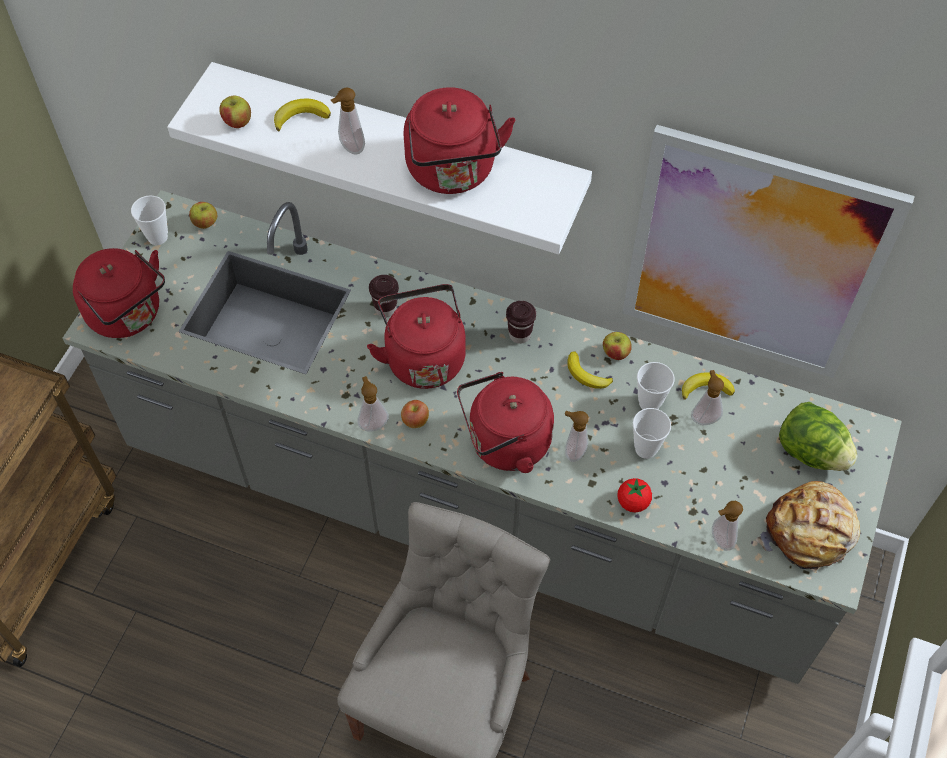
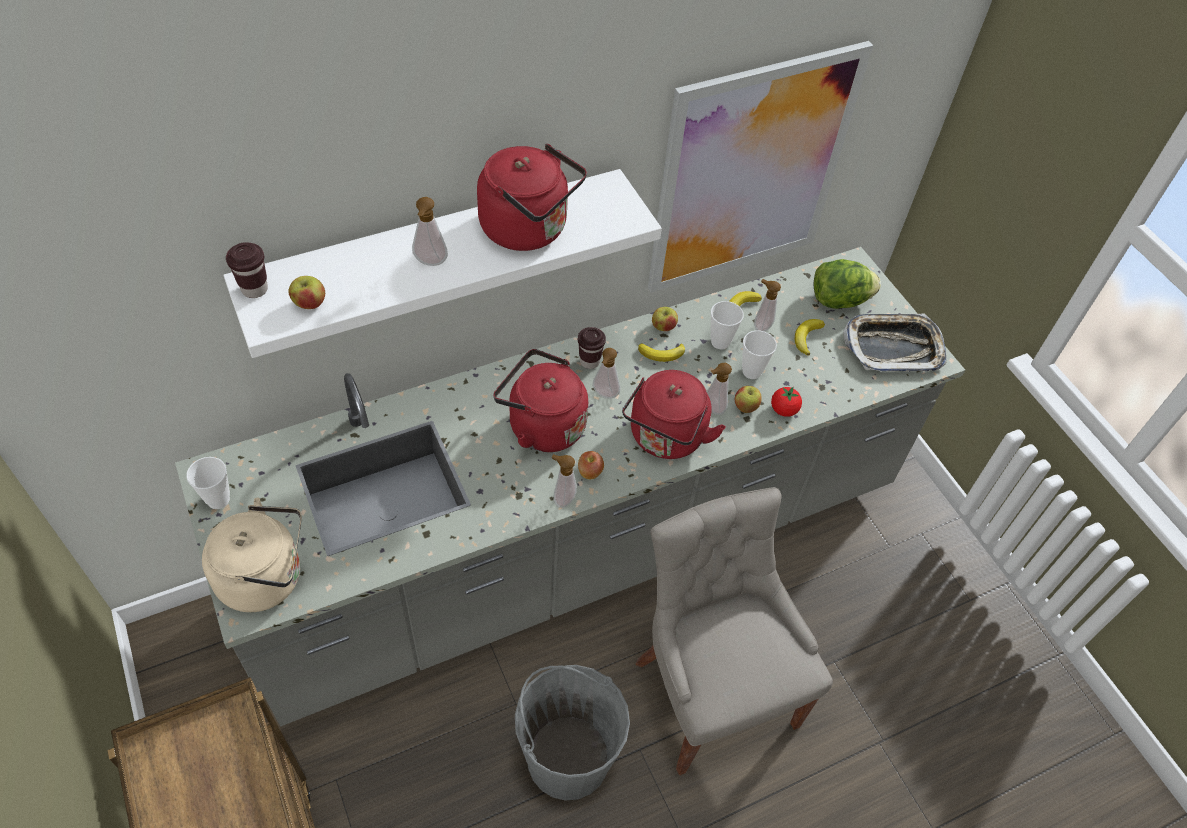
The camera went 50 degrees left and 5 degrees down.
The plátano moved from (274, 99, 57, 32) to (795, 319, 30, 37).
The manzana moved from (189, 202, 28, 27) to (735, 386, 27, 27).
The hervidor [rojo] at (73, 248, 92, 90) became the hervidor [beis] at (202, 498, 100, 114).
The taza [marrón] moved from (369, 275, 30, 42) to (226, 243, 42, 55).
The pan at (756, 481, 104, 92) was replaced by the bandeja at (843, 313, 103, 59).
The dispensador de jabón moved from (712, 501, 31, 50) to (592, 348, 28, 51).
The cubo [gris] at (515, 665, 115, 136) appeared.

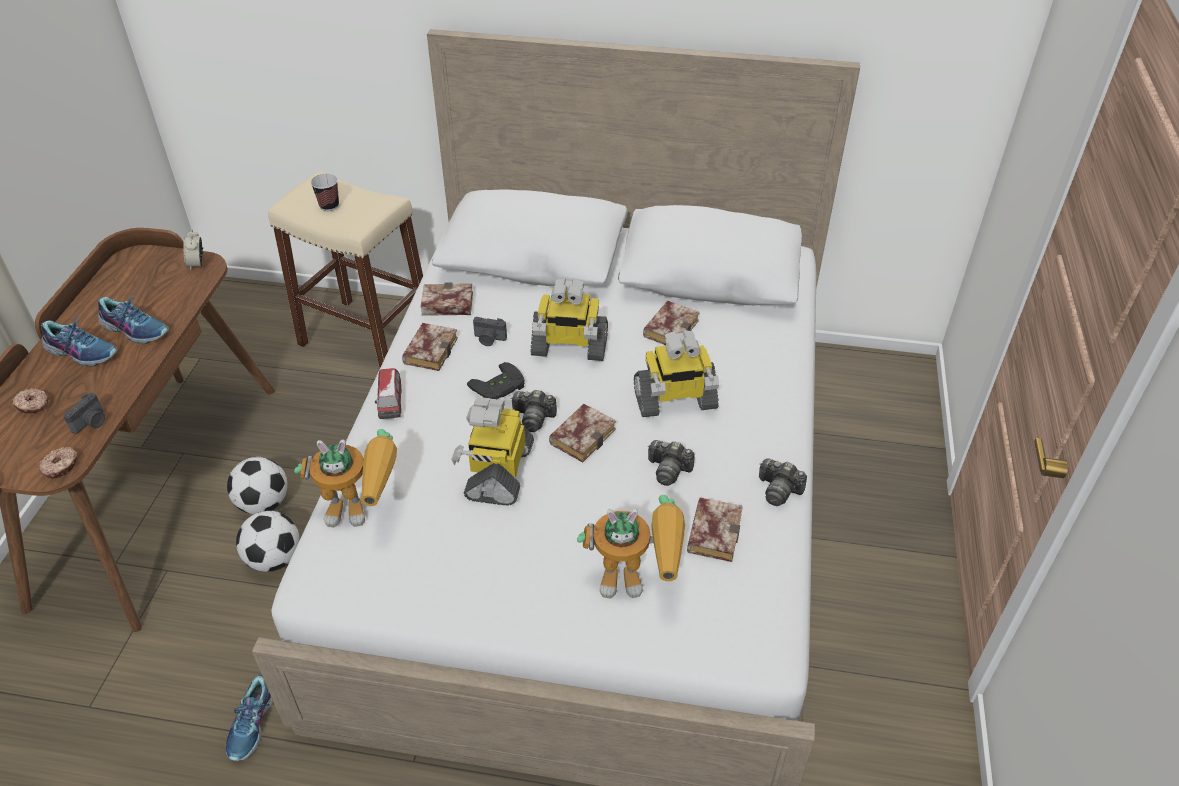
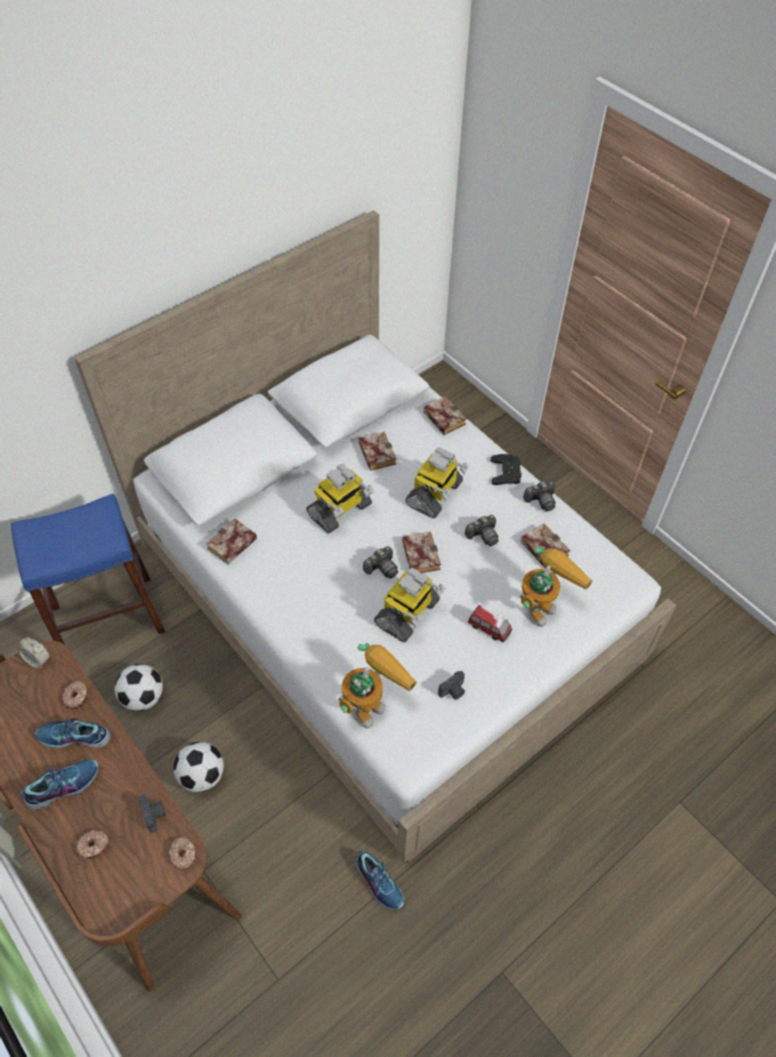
The camera went 50 degrees left and 10 degrees up.
The taburete [beis] at (268, 171, 155, 197) became the taburete [azul] at (11, 494, 154, 152).
The taza at (311, 174, 28, 37) disappeared.
The zapato at (97, 292, 72, 52) turned 150 degrees counterclockwise.
The cámara moved from (473, 317, 34, 29) to (438, 671, 27, 29).
The libro moved from (402, 323, 56, 48) to (423, 396, 43, 39).
The mando de consola [negro] moved from (467, 362, 58, 37) to (491, 454, 31, 31).
The coche de juguete moved from (375, 368, 27, 51) to (468, 605, 44, 37).
The robot de juguete at (451, 397, 83, 109) turned 105 degrees counterclockwise.
The balón de fútbol moved from (236, 511, 64, 61) to (115, 664, 48, 47).
The rosquilla at (62, 681, 26, 28) appeared.

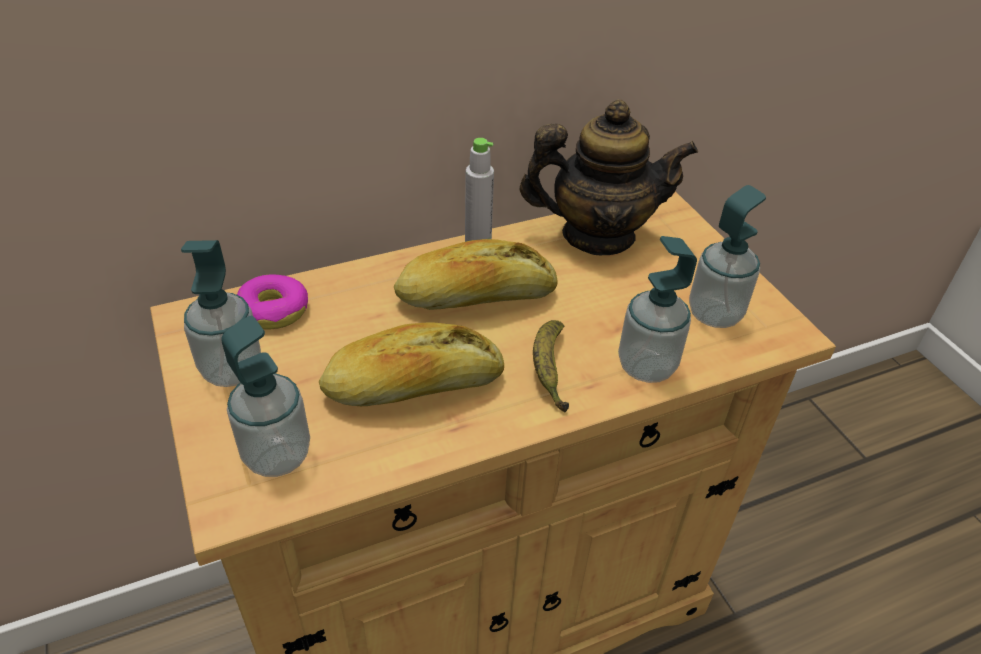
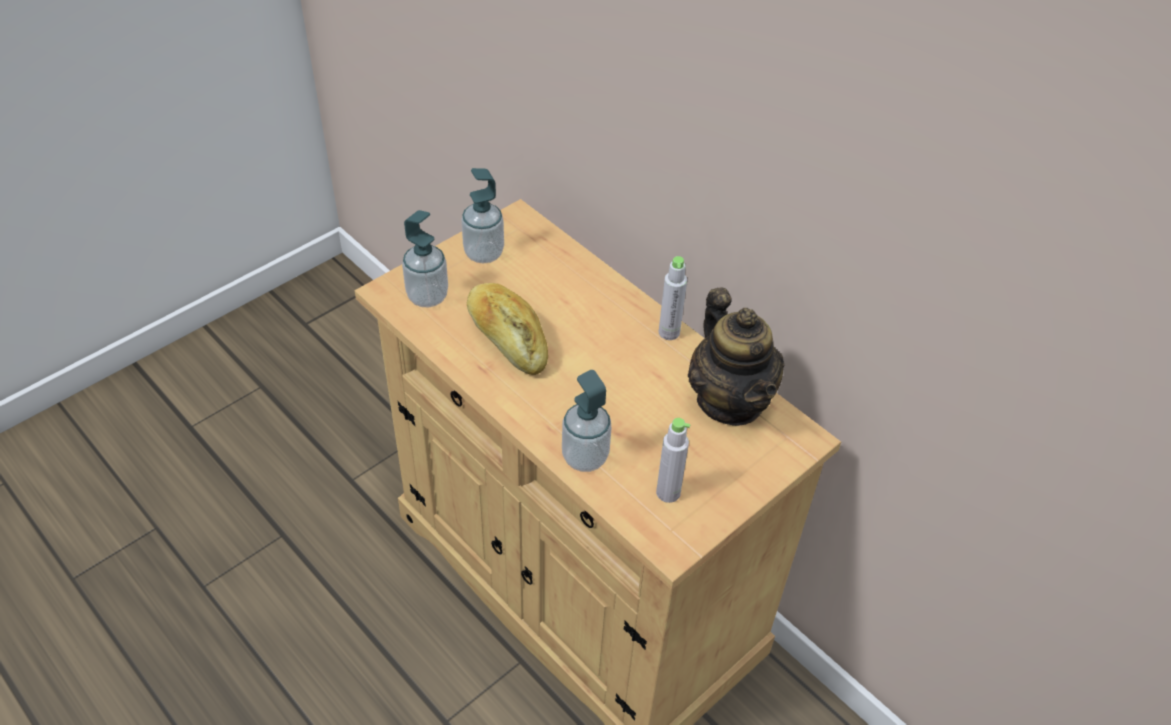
The camera went 70 degrees right and 5 degrees up.
The dispensador de jabón at (689, 185, 77, 143) was replaced by the botella [gris] at (656, 418, 34, 85).
The pan at (394, 239, 164, 71) disappeared.
The rosquilla at (237, 274, 71, 55) disappeared.
The plátano at (533, 320, 36, 93) disappeared.

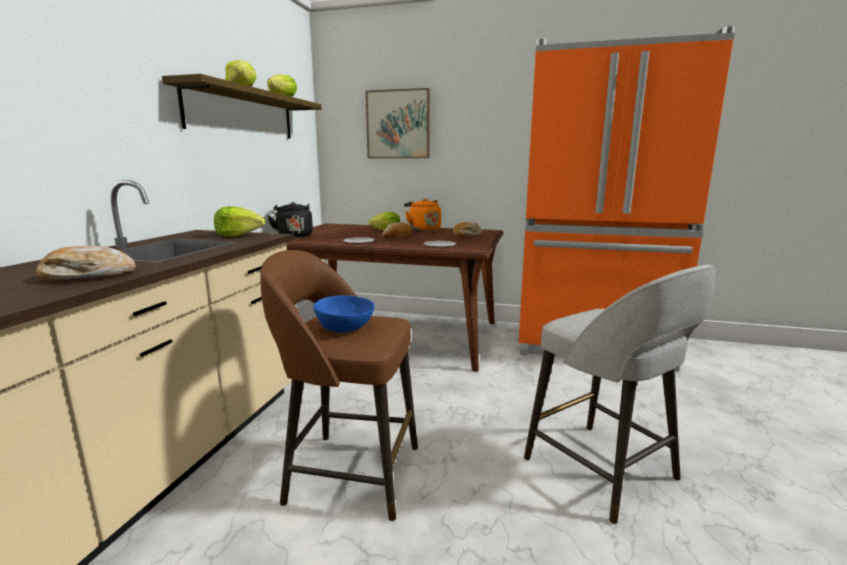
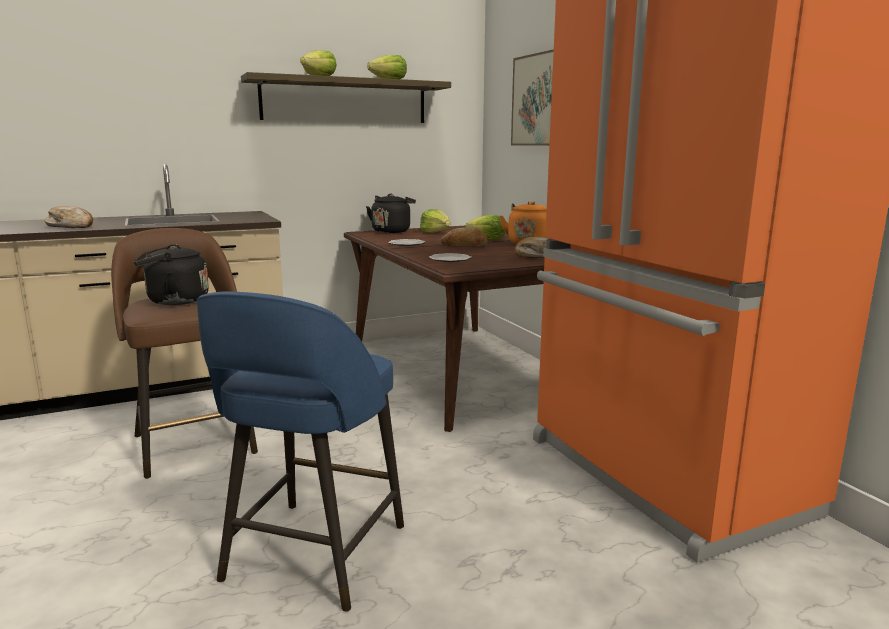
The camera went 50 degrees right and 0 degrees up.
The lechuga moved from (214, 207, 51, 29) to (420, 209, 30, 24).
The taburete [gris] at (524, 264, 192, 260) became the taburete [azul] at (196, 291, 208, 321).
The cuenco [azul] at (313, 295, 62, 38) was replaced by the hervidor [negro] at (133, 244, 76, 61).

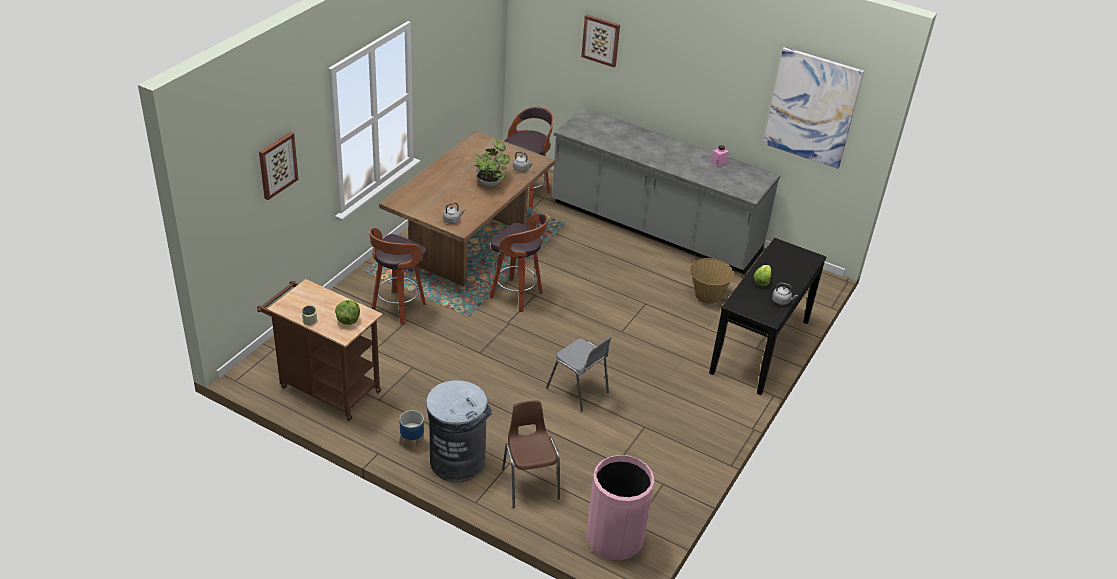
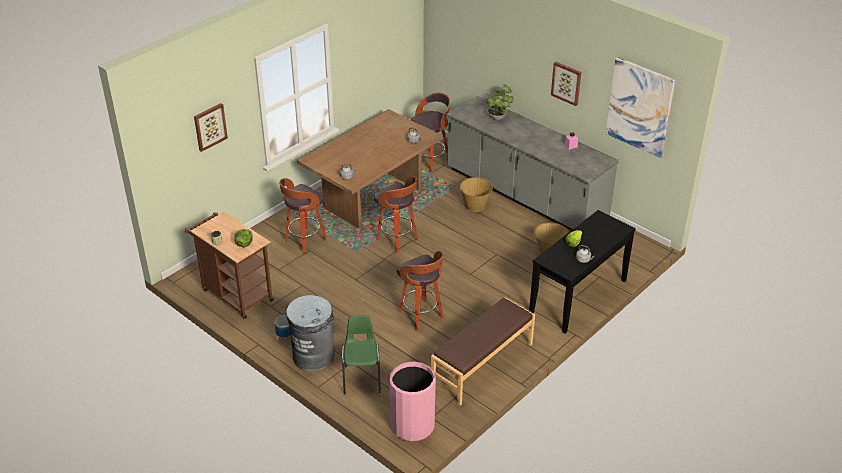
The camera went 15 degrees right and 0 degrees up.
The cuadro moved from (581, 15, 39, 52) to (551, 62, 31, 44).
The planta en maceta moved from (474, 139, 36, 48) to (485, 84, 29, 36).
The silla [gris] at (546, 337, 66, 75) was replaced by the taburete at (397, 251, 46, 79).
The silla [marrón] at (502, 401, 58, 107) became the silla [verde] at (342, 315, 39, 80).
The cesta at (460, 177, 33, 35) appeared.
The banco [marrón] at (431, 297, 104, 109) appeared.

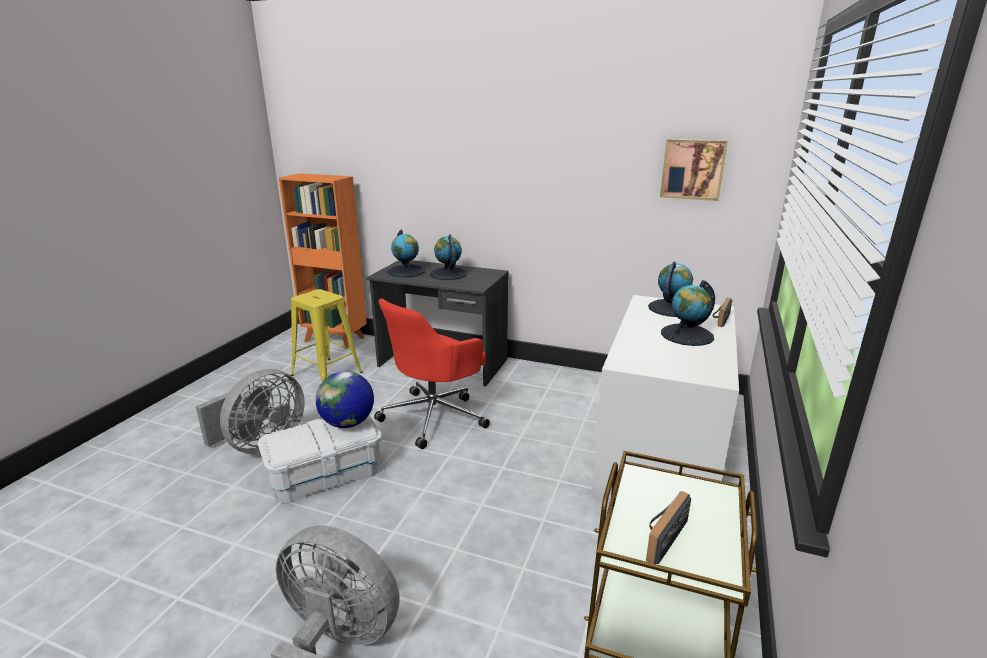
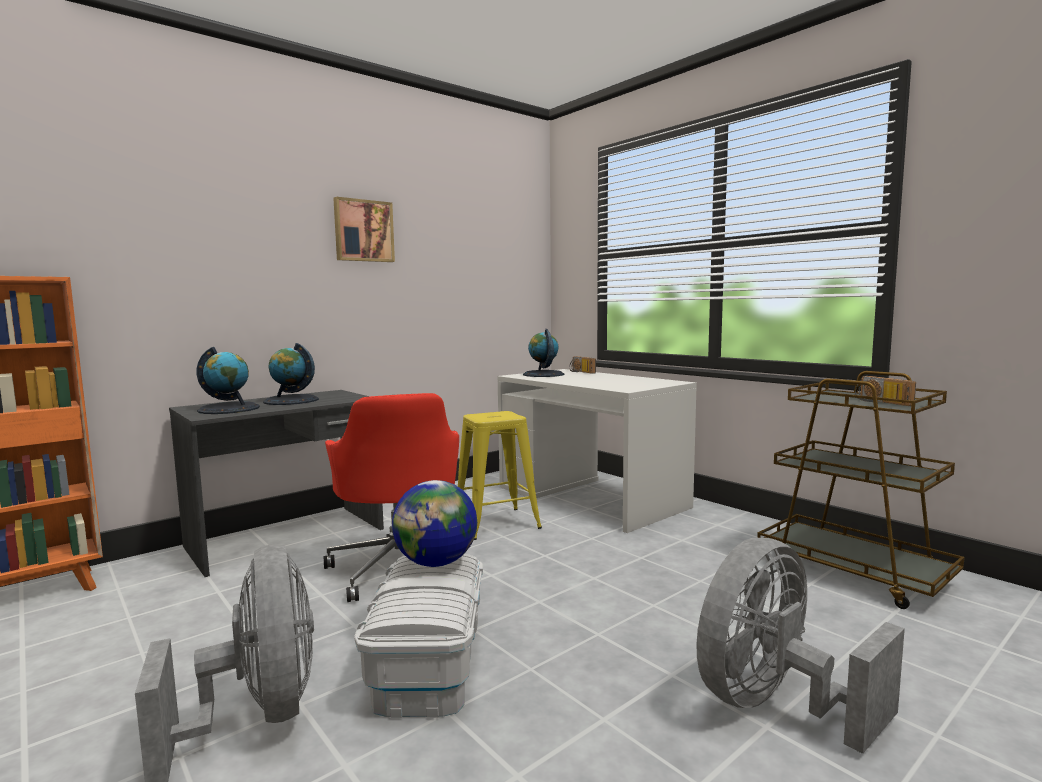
The camera went 60 degrees left and 15 degrees down.
The cuadro moved from (660, 139, 68, 62) to (333, 197, 62, 65).
The globo terráqueo at (661, 280, 54, 66) disappeared.
The taburete [amarillo] moved from (291, 289, 71, 93) to (458, 411, 84, 129).

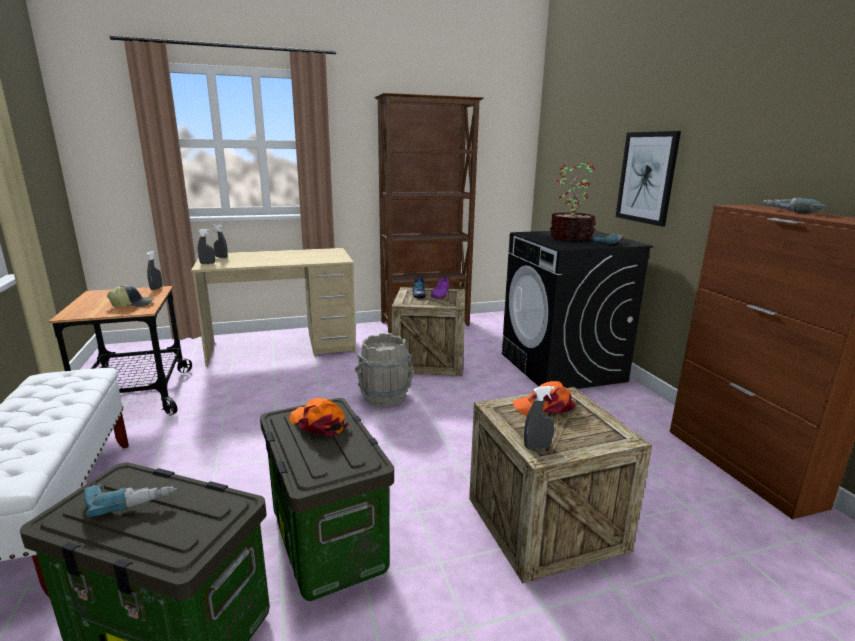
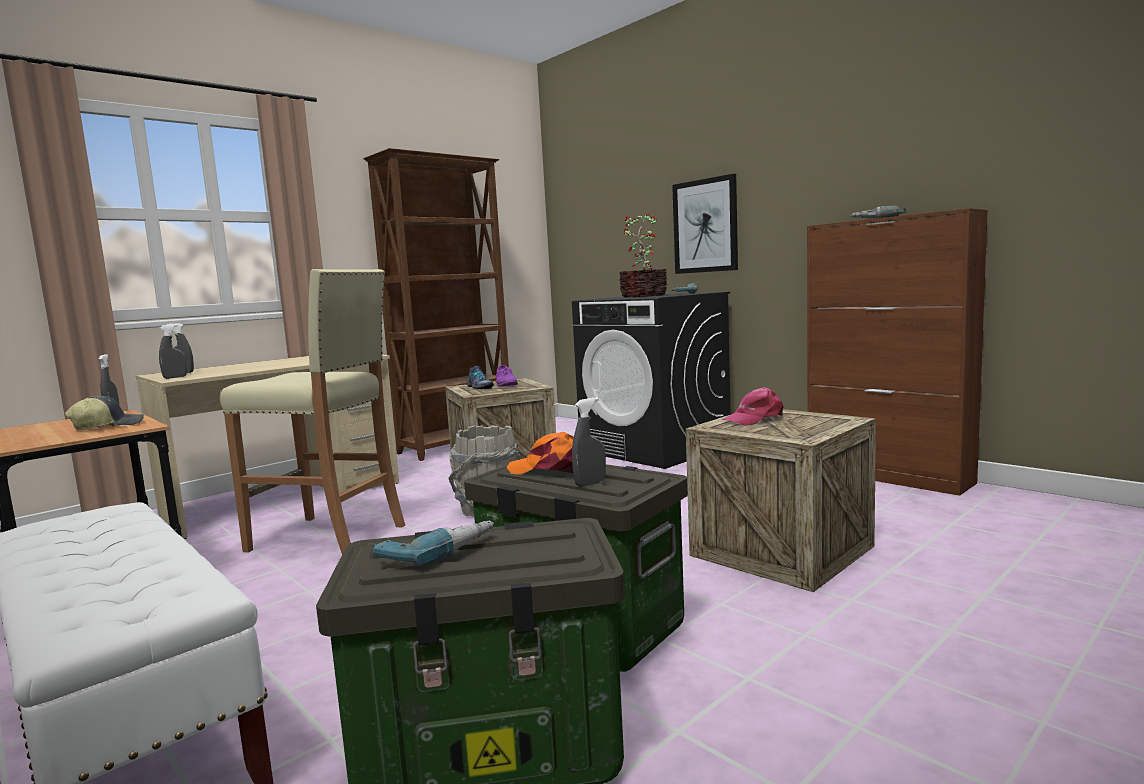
The camera went 25 degrees left and 10 degrees down.
The gorra [naranja] at (512, 381, 63, 34) became the gorra [rosa] at (722, 387, 61, 39).
The pulverizador [gris] moved from (524, 386, 31, 63) to (572, 397, 34, 90).
The taburete [beis] at (220, 269, 185, 285) appeared.

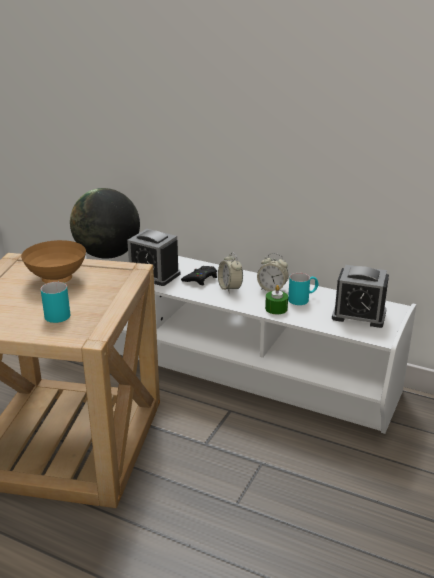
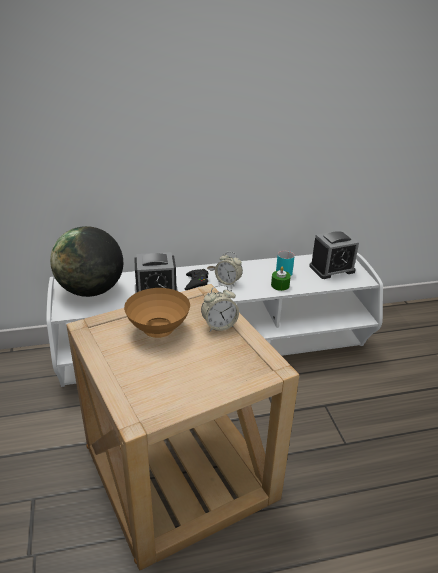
The camera went 40 degrees left and 5 degrees up.
The despertador moved from (257, 253, 31, 39) to (201, 285, 38, 47).
The taza grande [turquesa] at (41, 282, 29, 41) disappeared.

